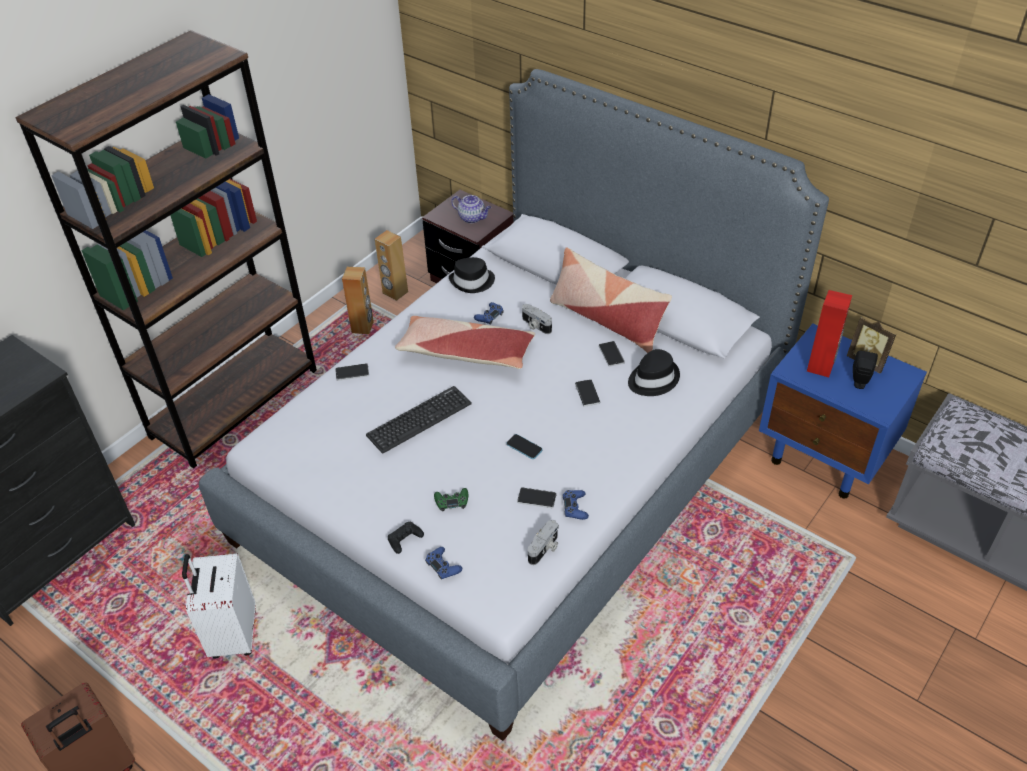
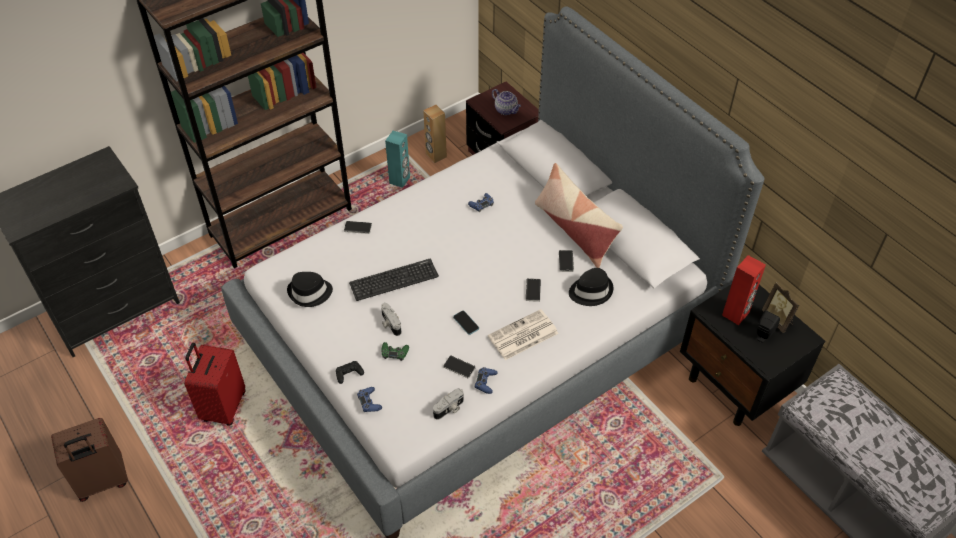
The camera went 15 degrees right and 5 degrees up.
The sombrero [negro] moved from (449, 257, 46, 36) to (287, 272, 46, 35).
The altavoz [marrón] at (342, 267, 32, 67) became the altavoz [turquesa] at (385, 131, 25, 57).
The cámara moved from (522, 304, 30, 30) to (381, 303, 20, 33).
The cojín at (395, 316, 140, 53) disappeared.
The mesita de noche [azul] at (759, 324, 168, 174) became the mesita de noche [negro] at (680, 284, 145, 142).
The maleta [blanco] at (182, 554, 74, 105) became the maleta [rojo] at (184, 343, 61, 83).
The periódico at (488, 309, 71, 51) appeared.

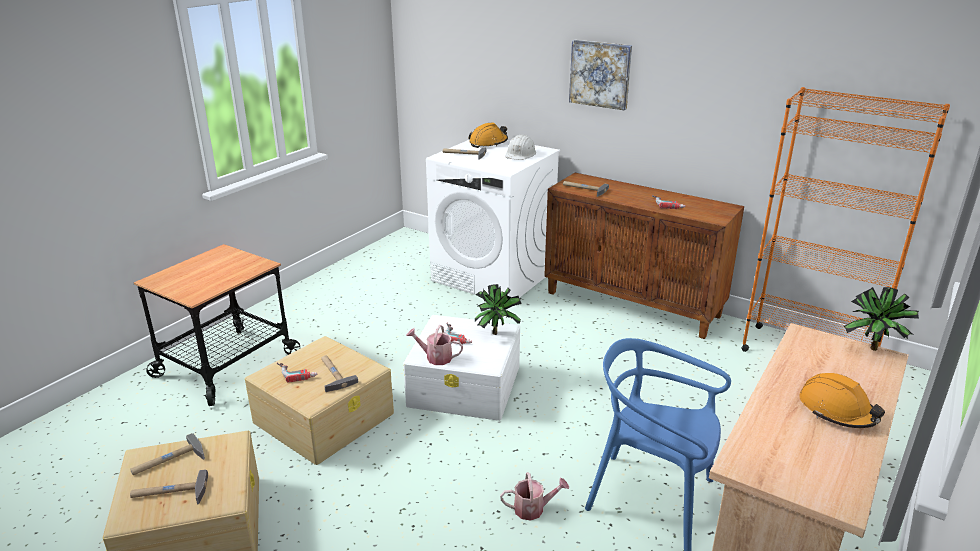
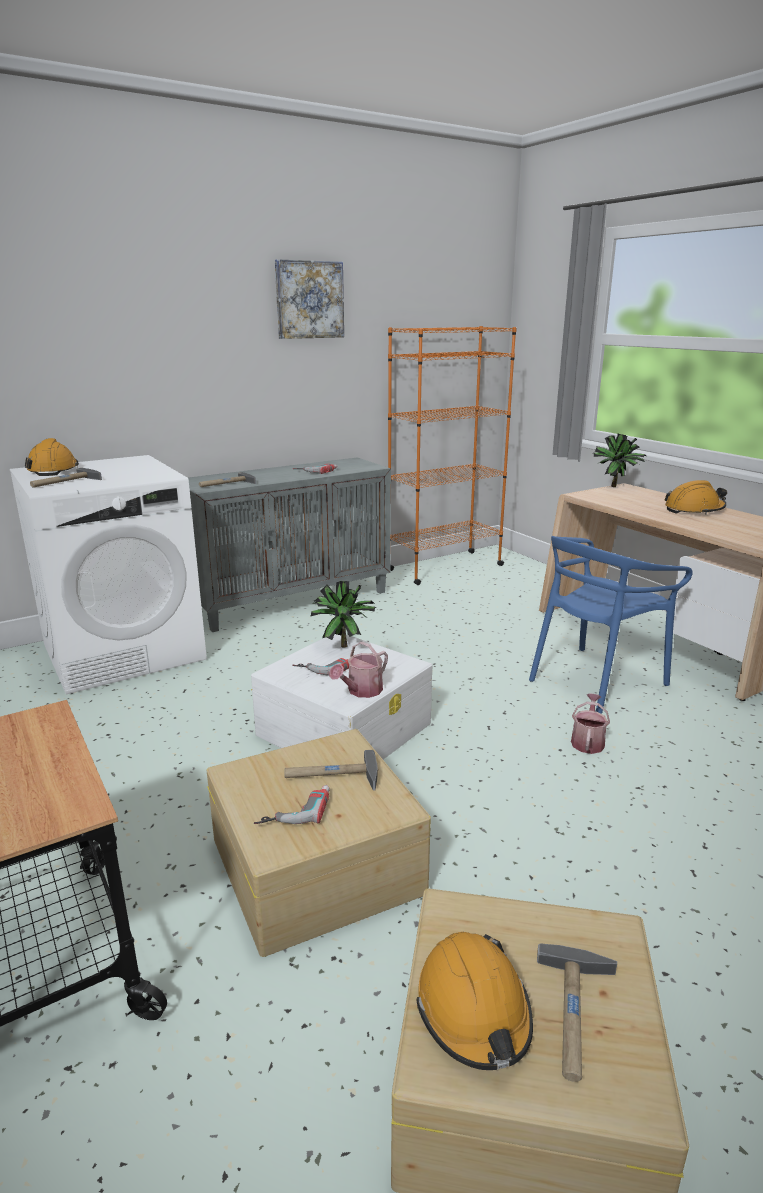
The camera went 65 degrees left and 5 degrees down.
The cuadro moved from (569, 40, 63, 70) to (275, 259, 69, 80).
The casco [blanco] at (506, 135, 30, 25) disappeared.
The armario [marrón] at (544, 173, 200, 166) became the armario [gris] at (188, 457, 203, 175).
The martillo at (130, 433, 75, 42) was replaced by the casco [naranja] at (416, 932, 117, 138).

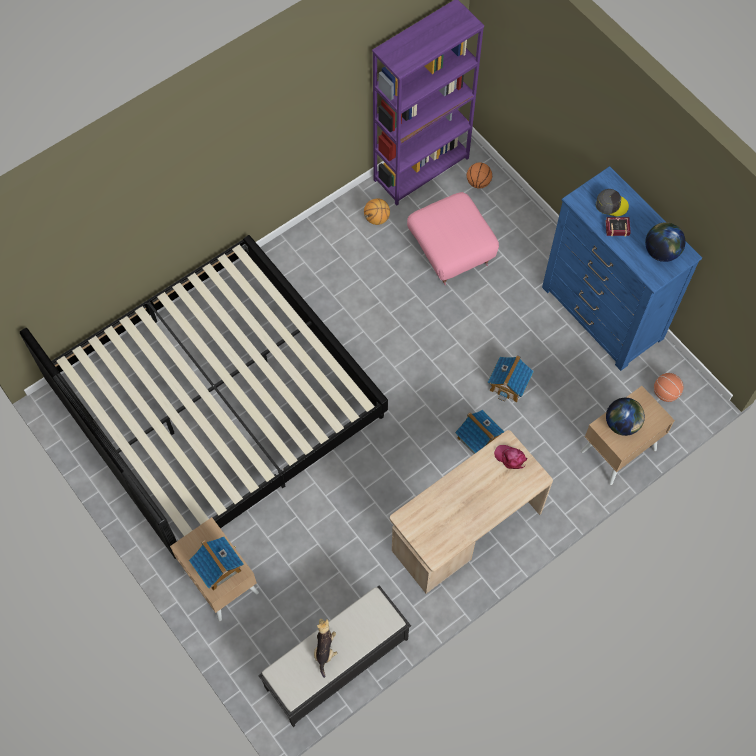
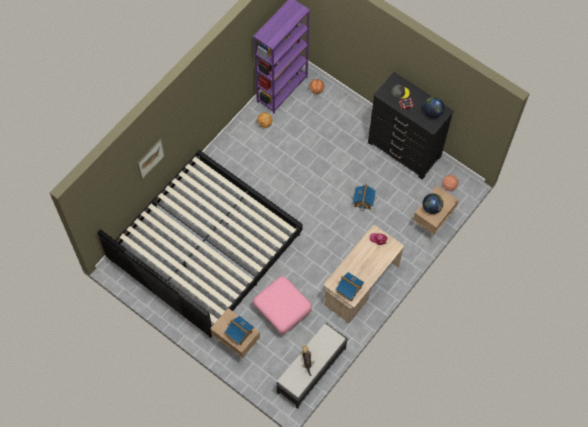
The camera went 15 degrees left and 0 degrees up.
The cómoda [azul] at (542, 166, 160, 205) became the cómoda [negro] at (368, 72, 86, 107).
The puf [rosa] moved from (407, 192, 92, 93) to (253, 276, 59, 59).
The casita moved from (455, 410, 49, 44) to (336, 272, 28, 29).
The cuadro at (137, 139, 28, 41) appeared.

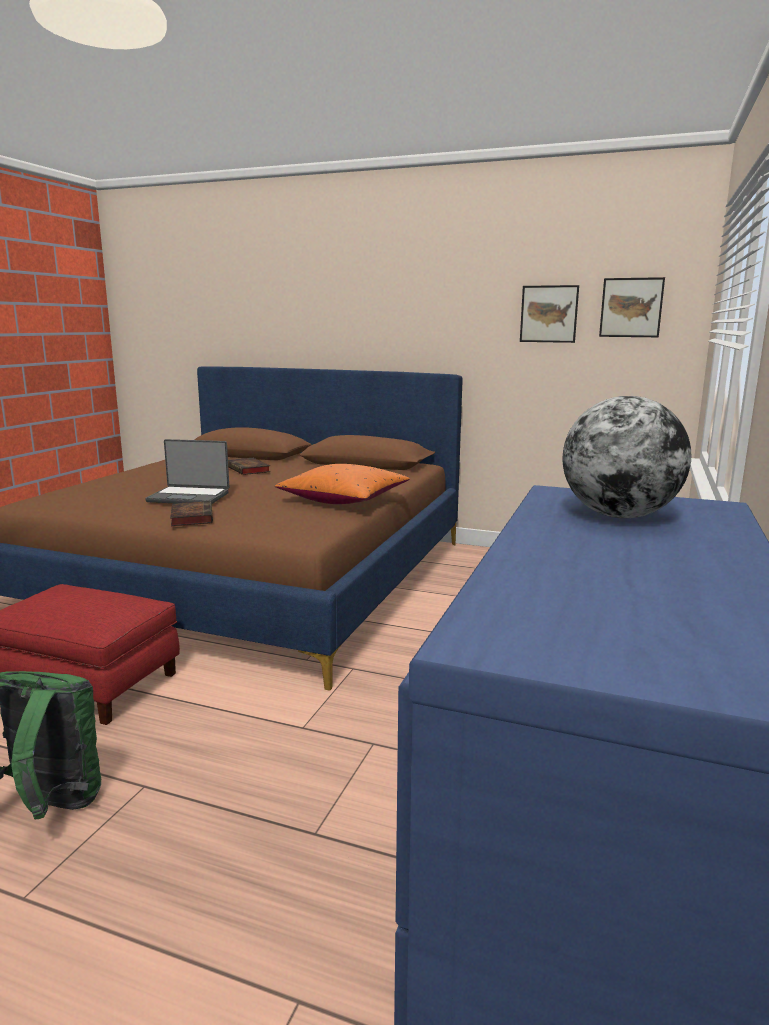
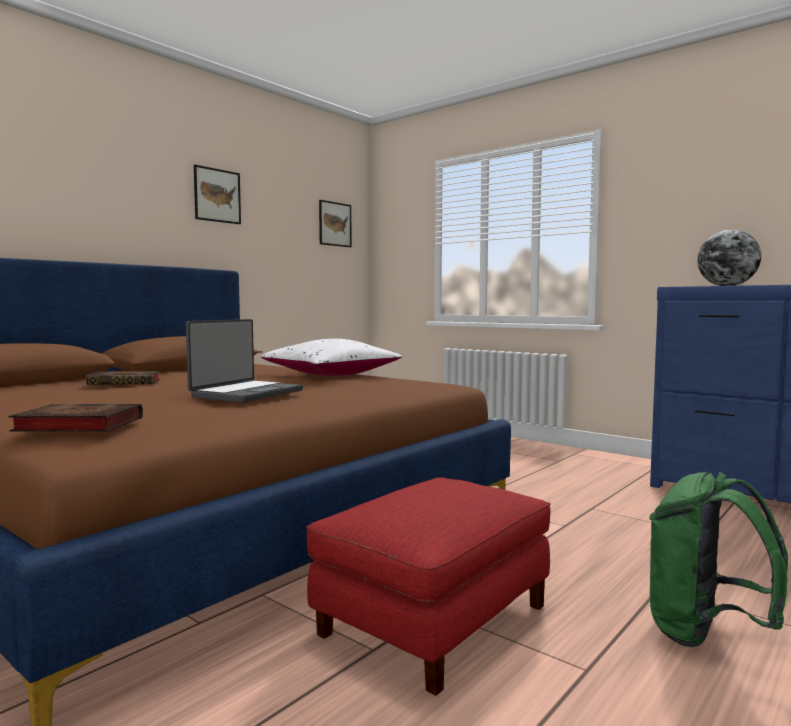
The camera went 70 degrees left and 10 degrees down.
The cuadro moved from (520, 285, 59, 58) to (194, 165, 47, 59).
The cojín [naranja] at (275, 464, 135, 40) became the cojín [blanco] at (261, 339, 141, 37).
The libro moved from (170, 501, 43, 25) to (8, 404, 135, 28).

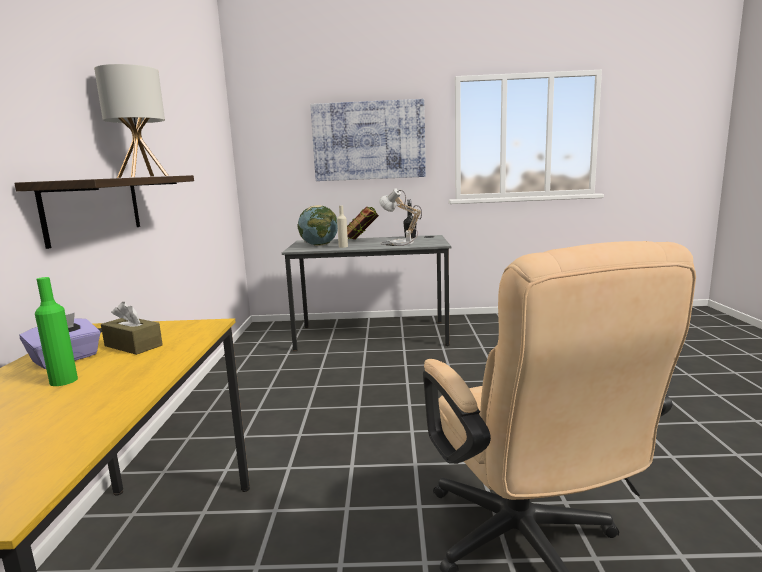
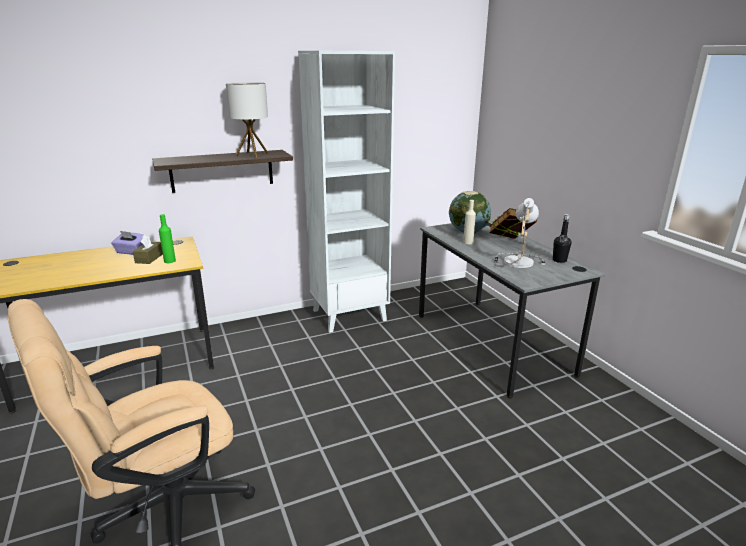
The camera went 65 degrees right and 10 degrees up.
The cuadro at (310, 99, 116, 82) disappeared.
The botella [verde] moved from (35, 277, 43, 109) to (159, 214, 17, 49).
The estantería [blanco] at (298, 51, 97, 282) appeared.

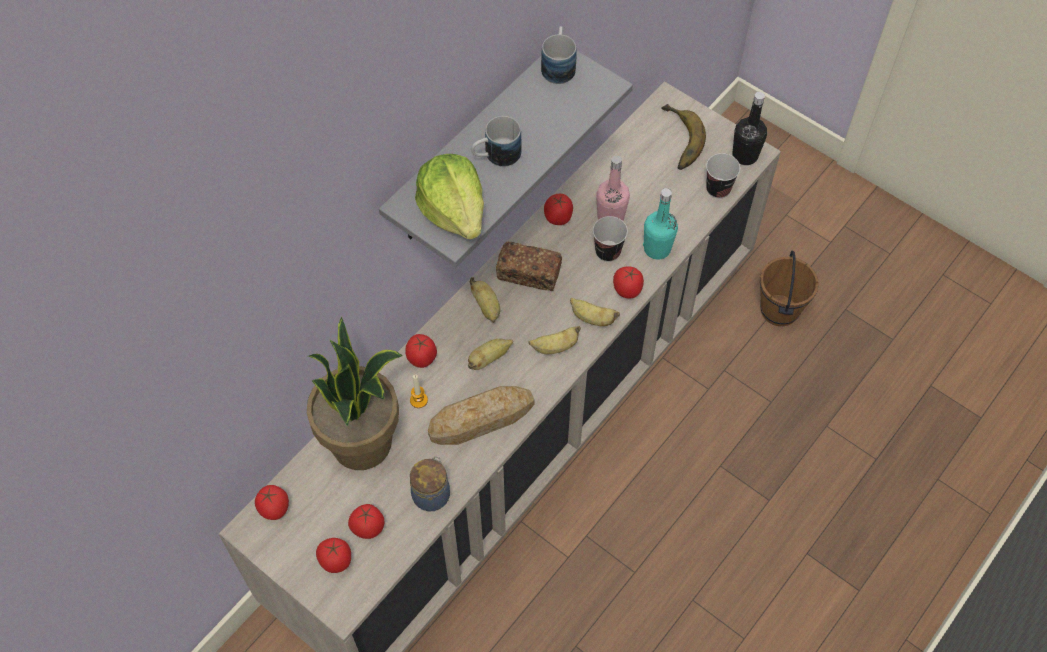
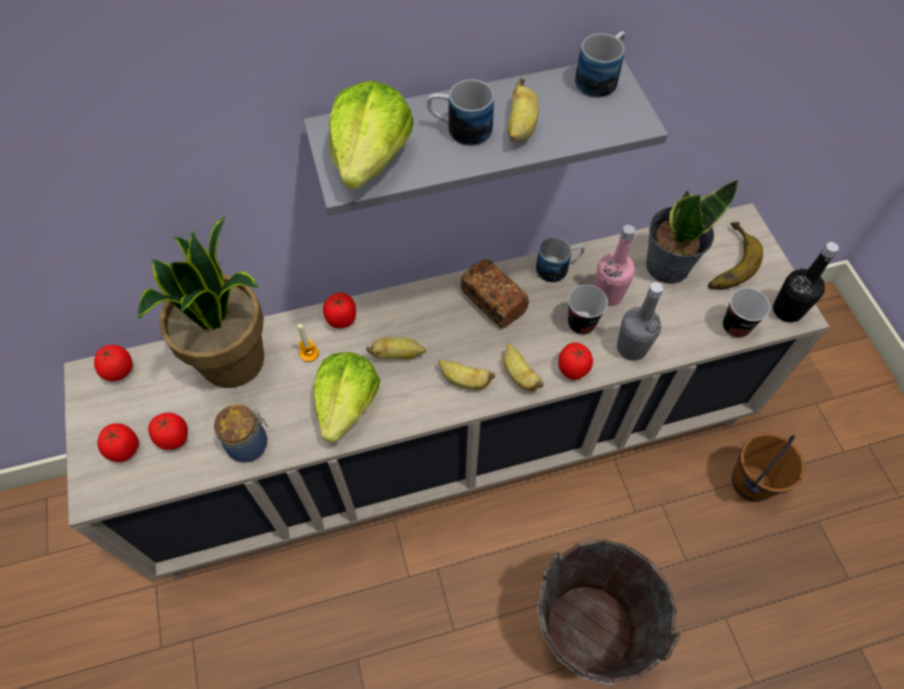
The camera went 35 degrees right and 0 degrees up.
The botella [turquesa] at (643, 188, 35, 72) became the botella [gris] at (617, 282, 46, 79).
The tomate at (544, 194, 29, 31) was replaced by the taza grande at (536, 237, 49, 45).
The plátano moved from (470, 277, 30, 46) to (507, 78, 32, 65).
The pan at (428, 386, 107, 59) was replaced by the lechuga at (314, 352, 66, 91).
The planta en maceta at (646, 180, 93, 104) appeared.
The cubo [marrón] at (537, 539, 144, 145) appeared.

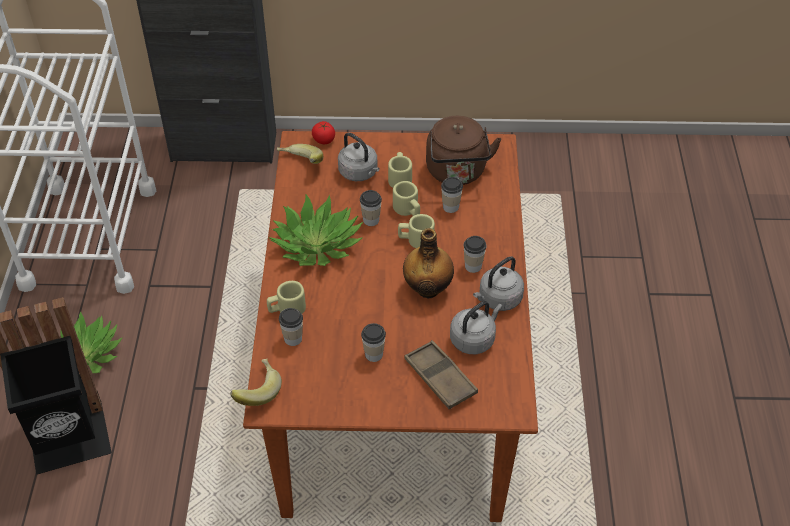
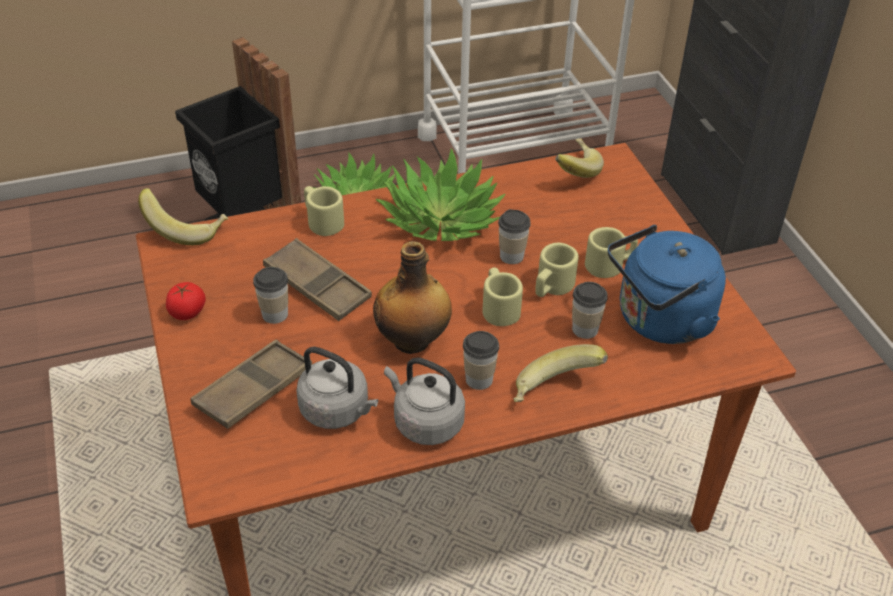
The camera went 70 degrees right and 5 degrees down.
The hervidor [marrón] at (426, 116, 76, 69) became the hervidor [azul] at (608, 225, 118, 119).
The tomate moved from (312, 121, 23, 23) to (166, 282, 40, 38).
The hervidor [gris] at (338, 133, 42, 48) disappeared.
The taza at (279, 308, 24, 38) disappeared.
The bandeja [marrón] at (263, 238, 109, 83) appeared.
The plátano at (514, 344, 94, 58) appeared.

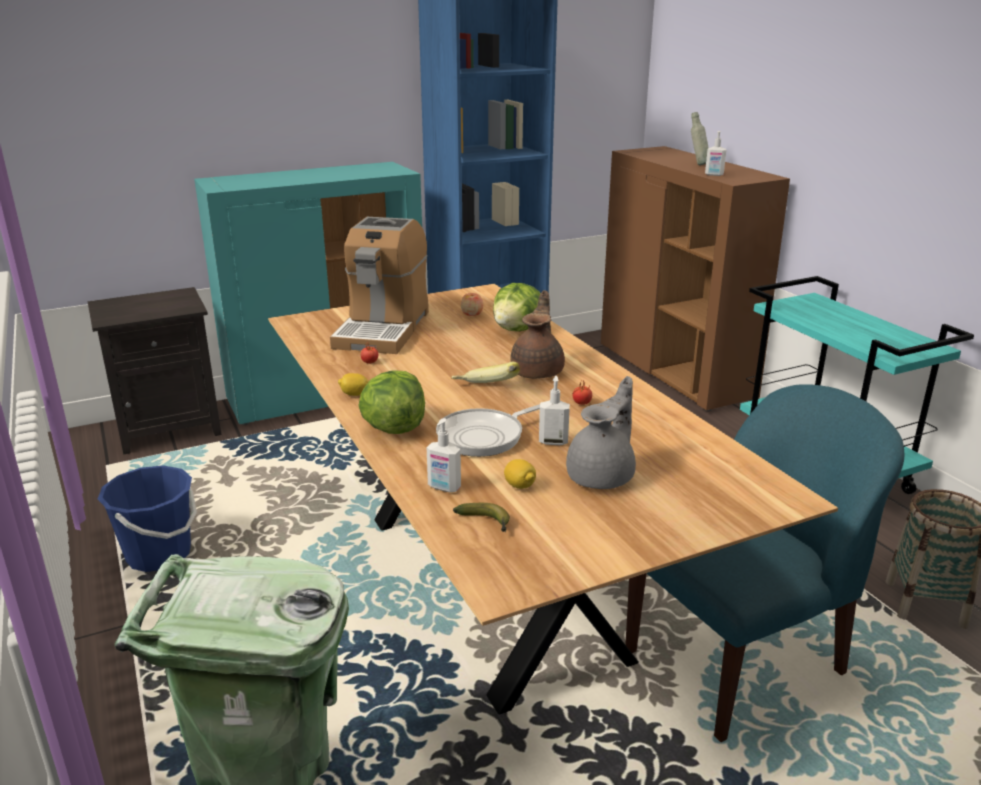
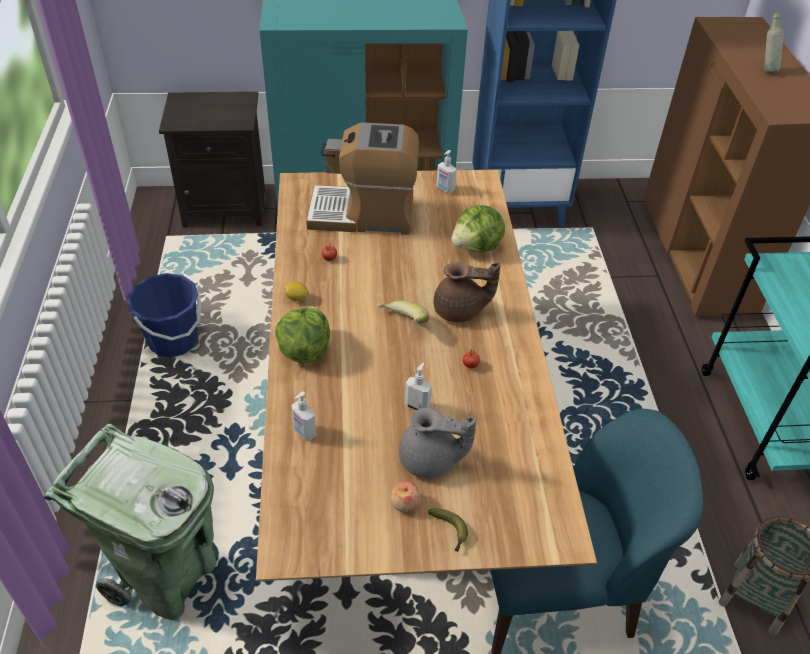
The camera went 20 degrees right and 20 degrees up.
The dispensador de jabón moved from (705, 131, 22, 45) to (436, 150, 21, 43).
The cafetera at (330, 217, 99, 137) turned 60 degrees clockwise.
The tetera [marrón] at (510, 290, 55, 89) turned 60 degrees clockwise.
The manzana moved from (461, 293, 22, 23) to (391, 481, 29, 31).
The tetera [gris] at (566, 376, 70, 113) turned 45 degrees clockwise.
The sartén at (436, 404, 104, 53) disappeared.
The limón at (504, 459, 32, 30) disappeared.
The plátano moved from (453, 503, 57, 29) to (428, 508, 40, 44).

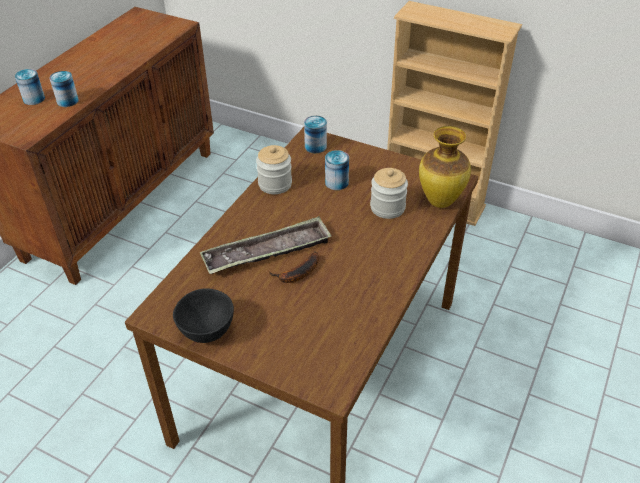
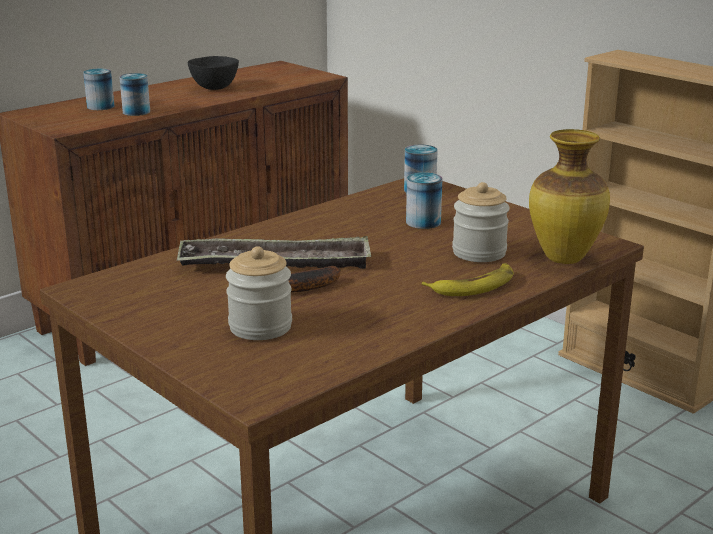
The camera went 20 degrees right and 20 degrees down.
The tarro moved from (256, 145, 36, 49) to (226, 246, 66, 94).
The cuenco [negro] moved from (173, 288, 61, 55) to (187, 56, 52, 34).
The plátano at (422, 263, 92, 33) appeared.

